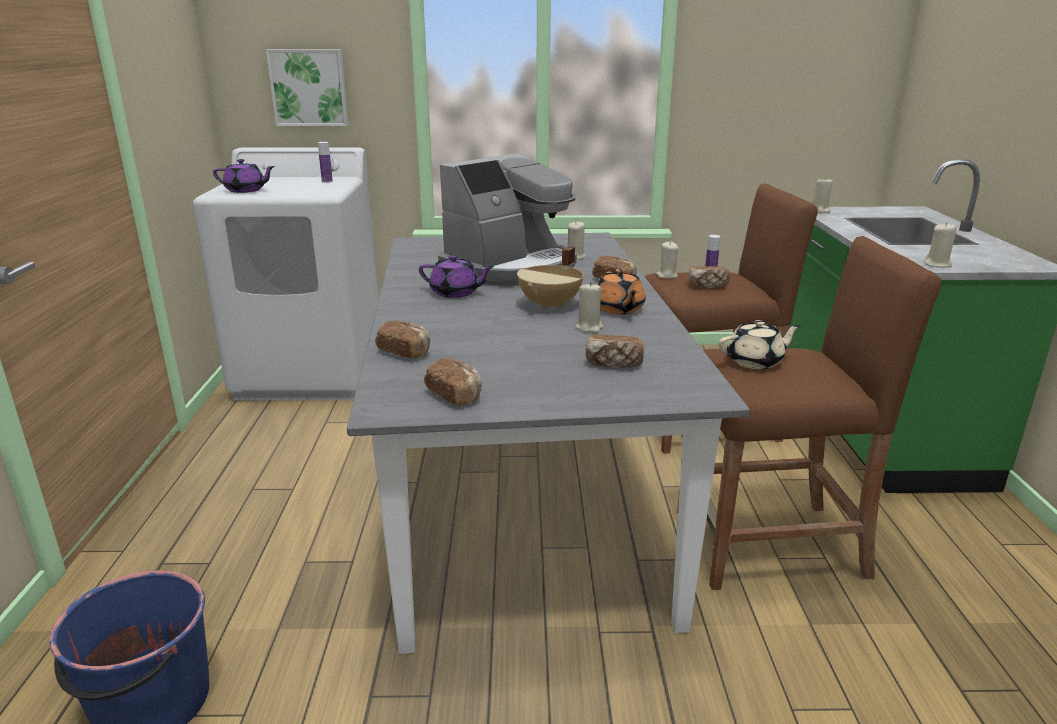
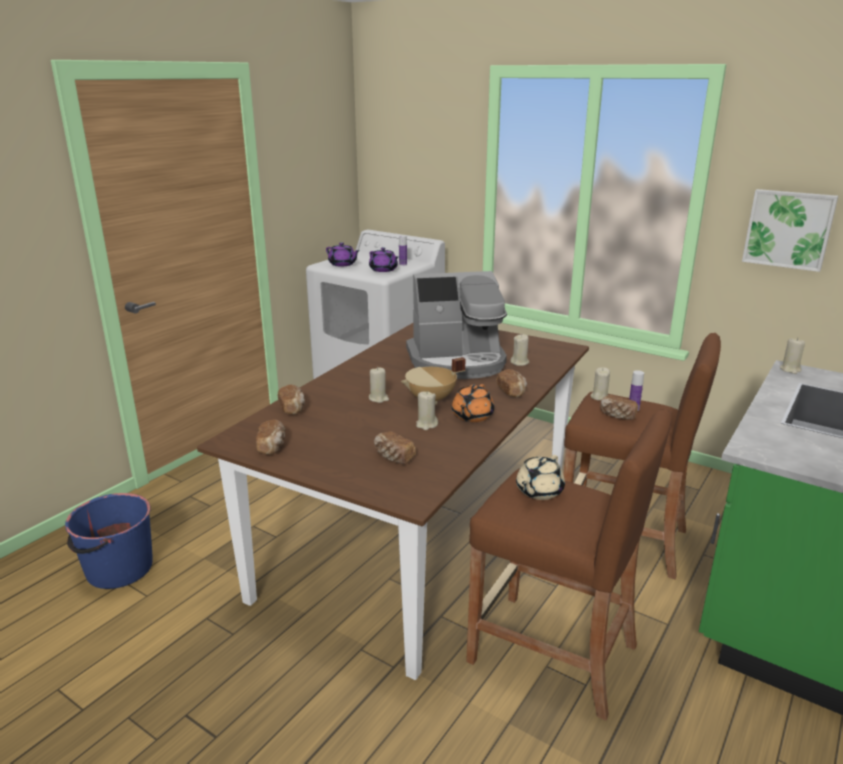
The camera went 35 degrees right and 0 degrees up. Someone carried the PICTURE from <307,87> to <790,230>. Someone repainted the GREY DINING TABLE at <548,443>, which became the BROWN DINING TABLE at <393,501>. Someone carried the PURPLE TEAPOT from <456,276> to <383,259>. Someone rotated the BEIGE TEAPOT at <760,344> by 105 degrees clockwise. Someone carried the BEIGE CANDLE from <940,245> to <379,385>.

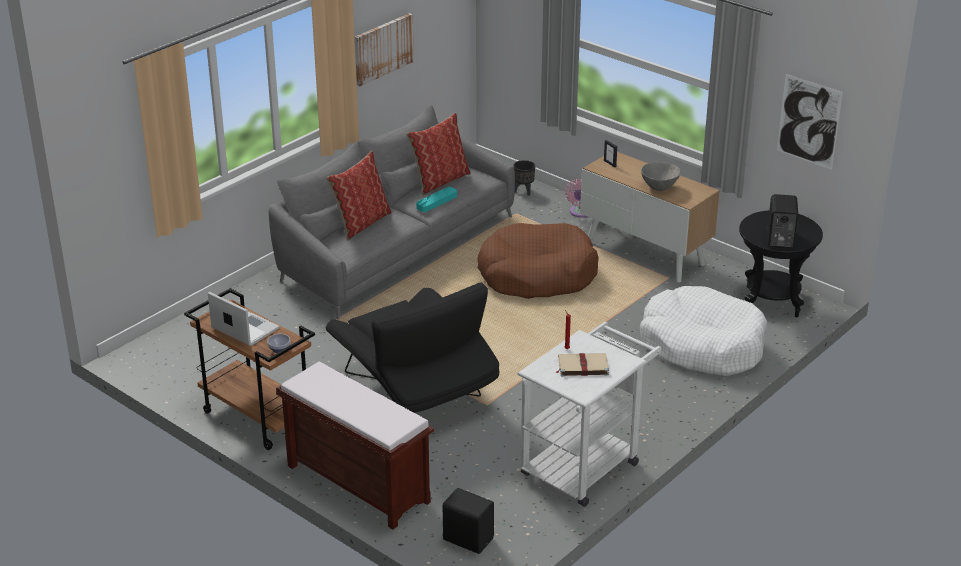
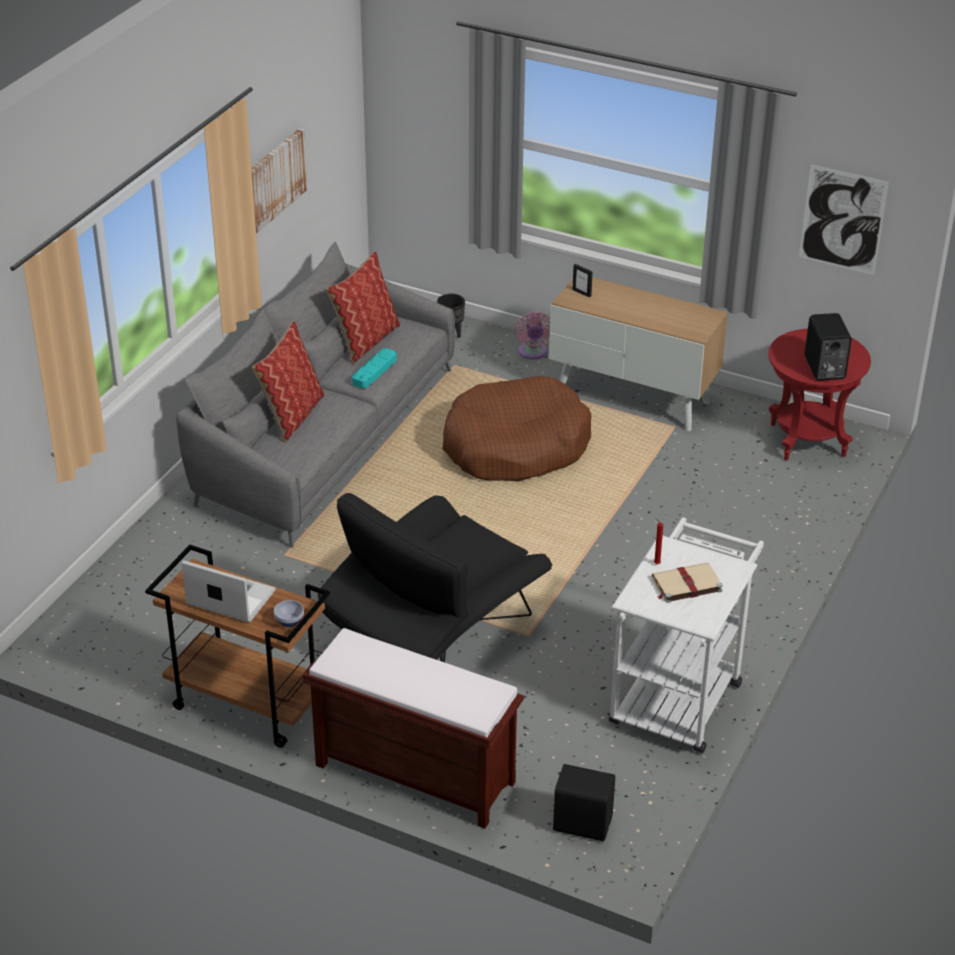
The camera went 15 degrees left and 5 degrees up. Someone rotated the BLACK ARMCHAIR at <412,348> by 90 degrees clockwise. Someone took away the WHITE DOG BED at <703,331>. Someone took away the GREY BOWL at <661,176>. Someone repainted the BLACK SIDE TABLE at <781,263>, which became the RED SIDE TABLE at <819,394>.

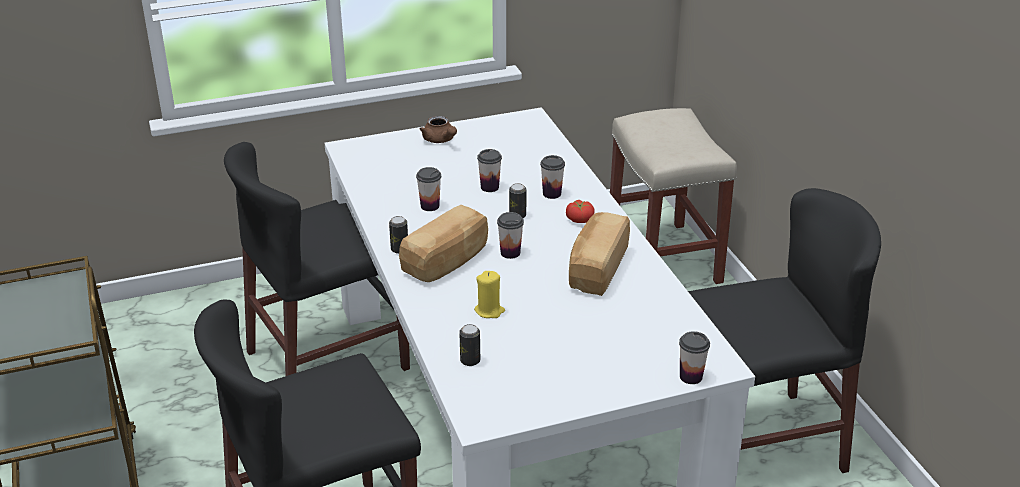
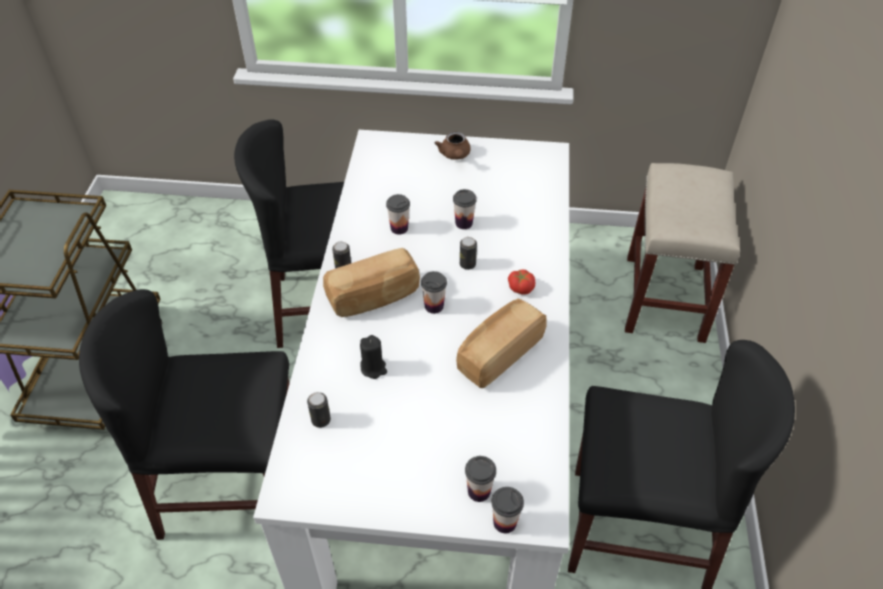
The camera went 25 degrees right and 15 degrees up. Someone repainted the YELLOW CANDLE at <489,294>, which became the BLACK CANDLE at <373,357>. Someone carried the CUP from <552,177> to <480,479>.

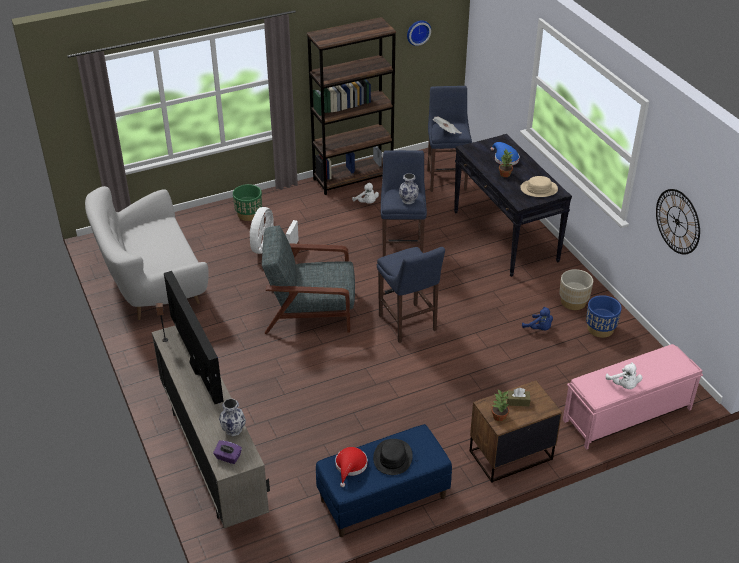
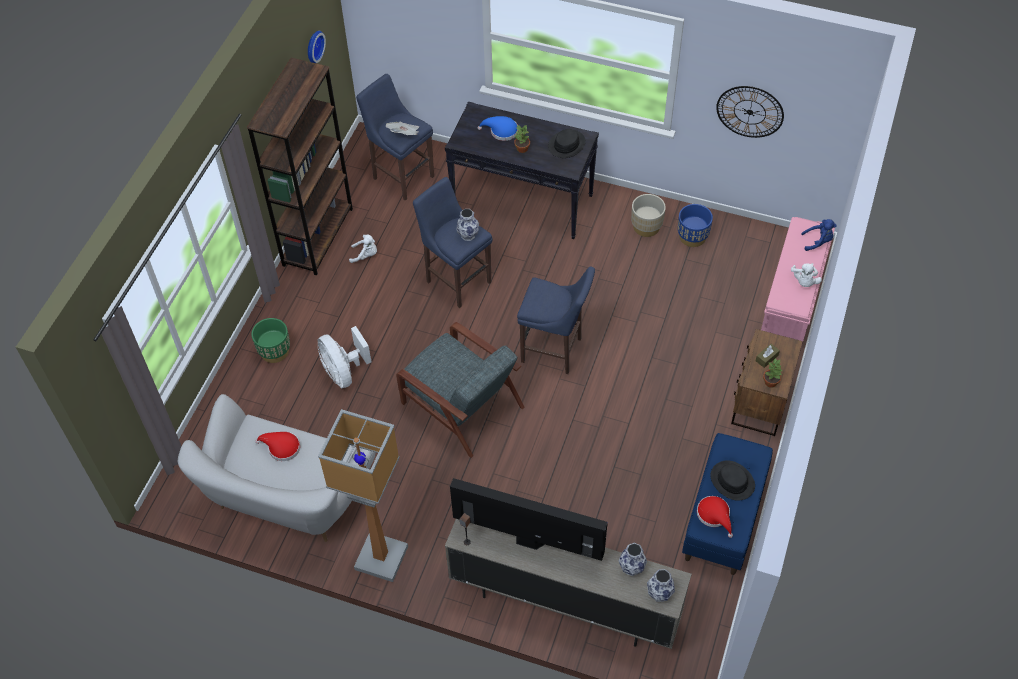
The camera went 45 degrees left and 15 degrees up. Someone swapped the PURPLE TISSUE BOX at <227,452> for the VASE at <661,585>. Someone rotated the GREY ARMCHAIR at <308,279> by 90 degrees counterclockwise. Someone repainted the BEIGE HAT at <539,186>, which became the BLACK HAT at <567,143>. Someone carried the BLUE PLUSH TOY from <537,318> to <819,235>. Someone rotated the WHITE PLUSH TOY at <624,375> by 75 degrees clockwise. Someone put down the RED HAT at <277,446>. Someone put down the FLOOR LAMP at <363,495>.

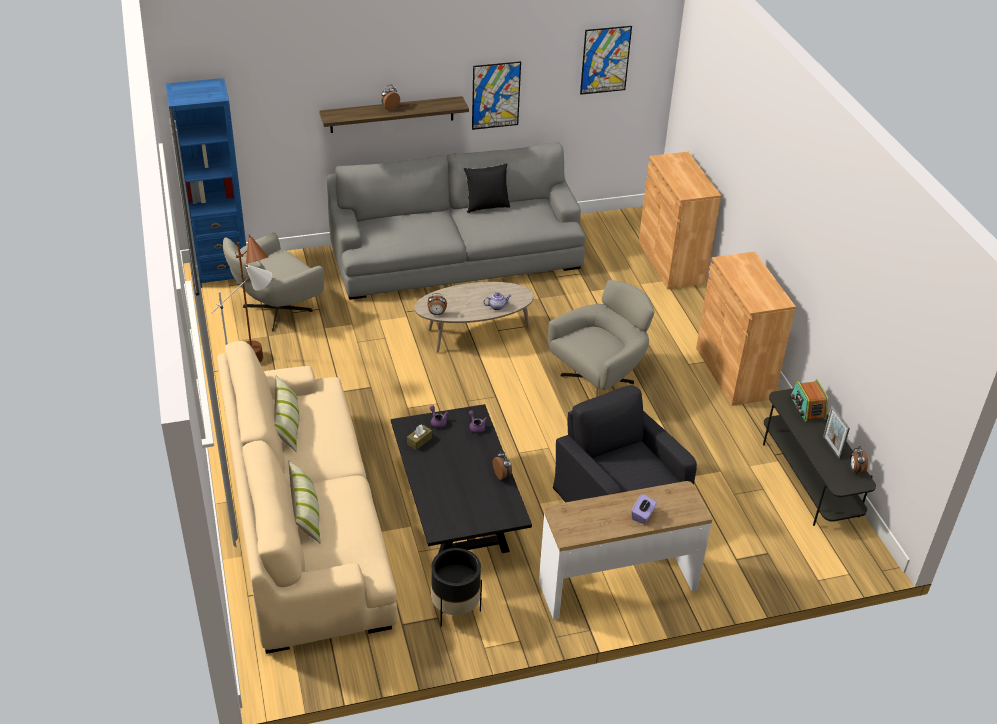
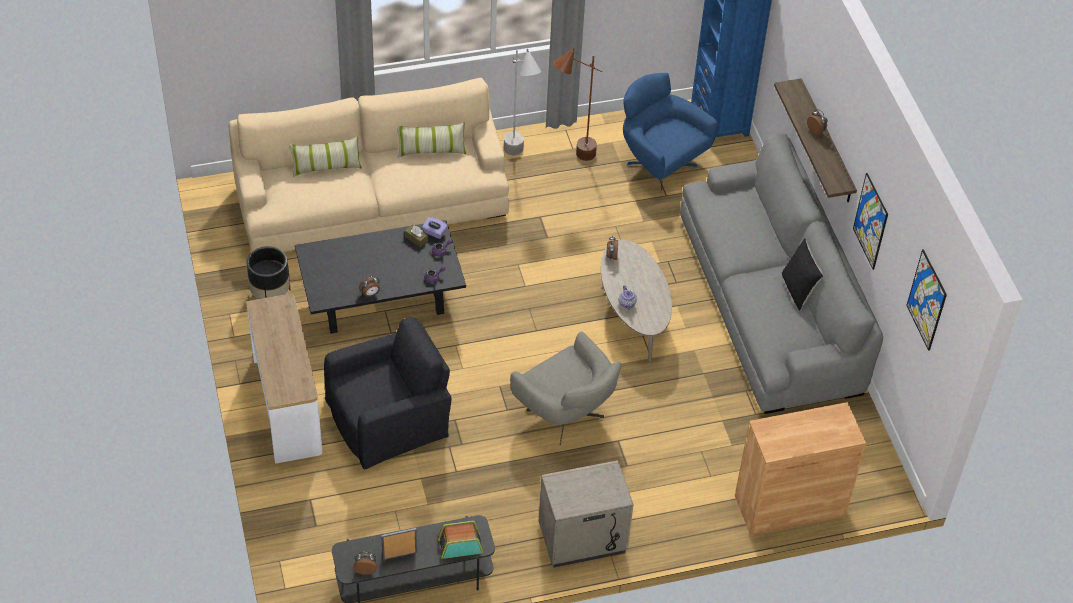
The camera went 90 degrees right and 10 degrees up. Someone repainted the GREY ARMCHAIR at <273,282>, which became the BLUE ARMCHAIR at <670,132>. Someone carried the PURPLE TISSUE BOX from <644,509> to <435,228>. Someone swapped the BROWN CABINET at <746,328> for the BEIGE NIGHTSTAND at <586,514>.

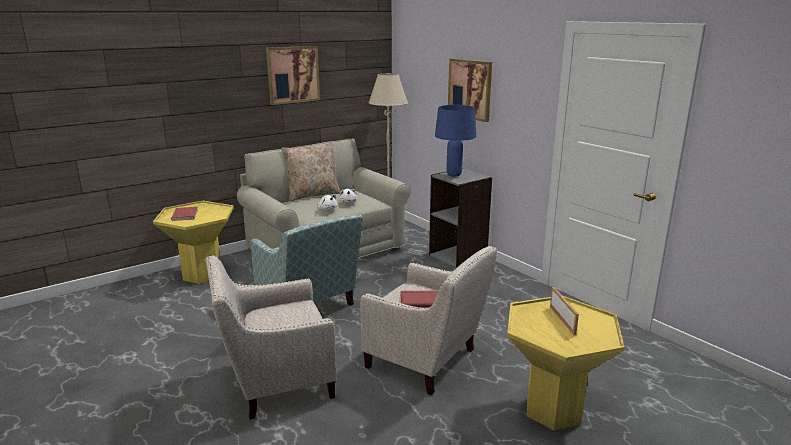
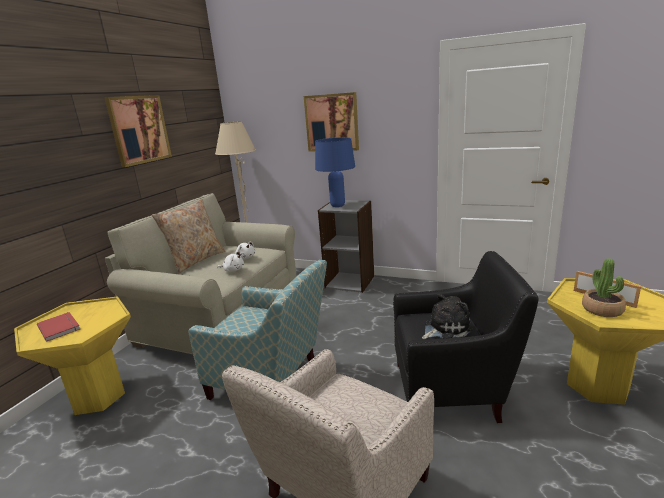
The camera went 30 degrees left and 0 degrees up. Someone repainted the BEIGE ARMCHAIR at <428,321>, which became the BLACK ARMCHAIR at <465,337>. Someone swapped the RED BOOK at <419,299> for the PLUSH TOY at <447,316>. Someone put down the POTTED PLANT at <604,287>.

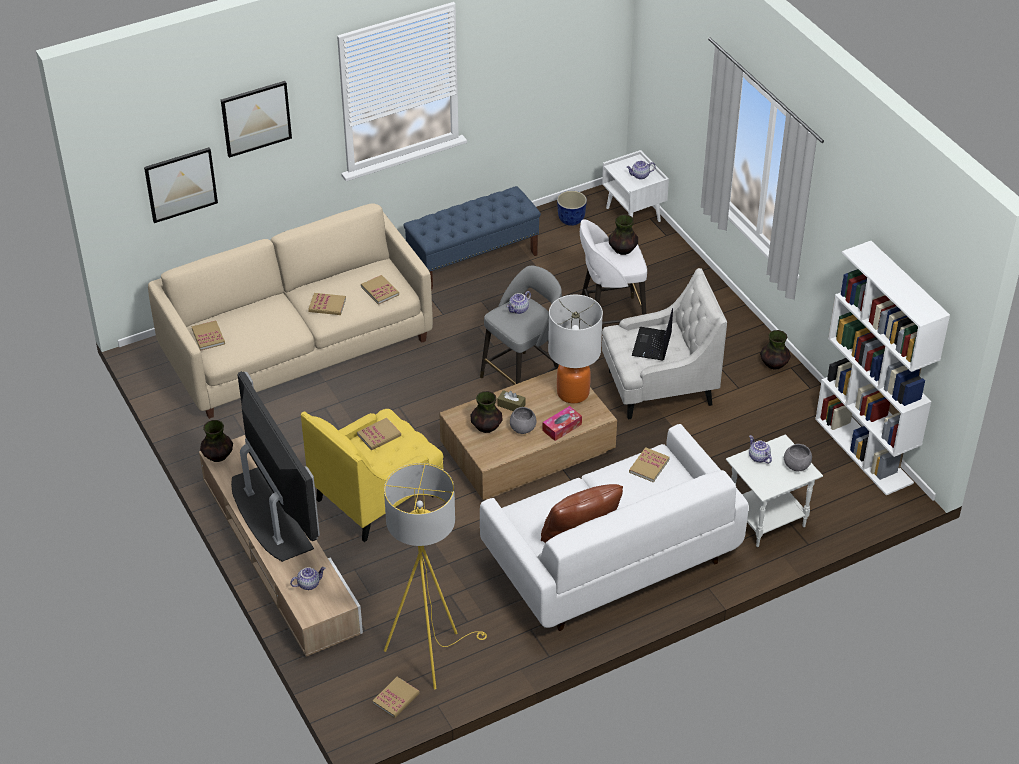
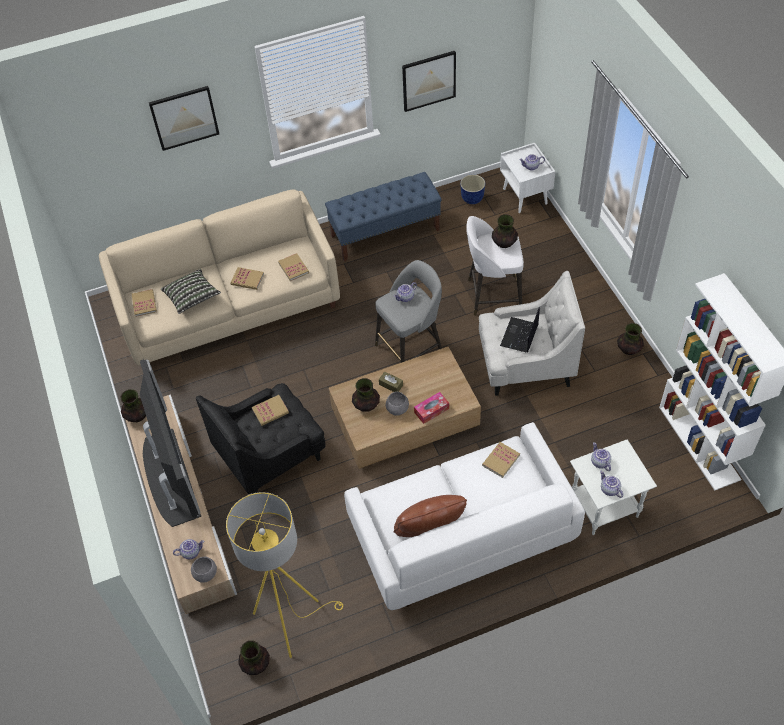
The camera went 10 degrees right and 10 degrees up. Someone carried the PICTURE from <181,185> to <429,81>. Someone repainted the YELLOW ARMCHAIR at <372,475>, which became the BLACK ARMCHAIR at <261,438>. Someone swapped the BOOK at <396,697> for the VASE at <254,657>. Someone took away the TABLE LAMP at <575,349>. Someone carried the GREY BOWL from <798,457> to <204,570>. Someone put down the PILLOW at <191,291>. Someone put down the TEAPOT at <611,484>.

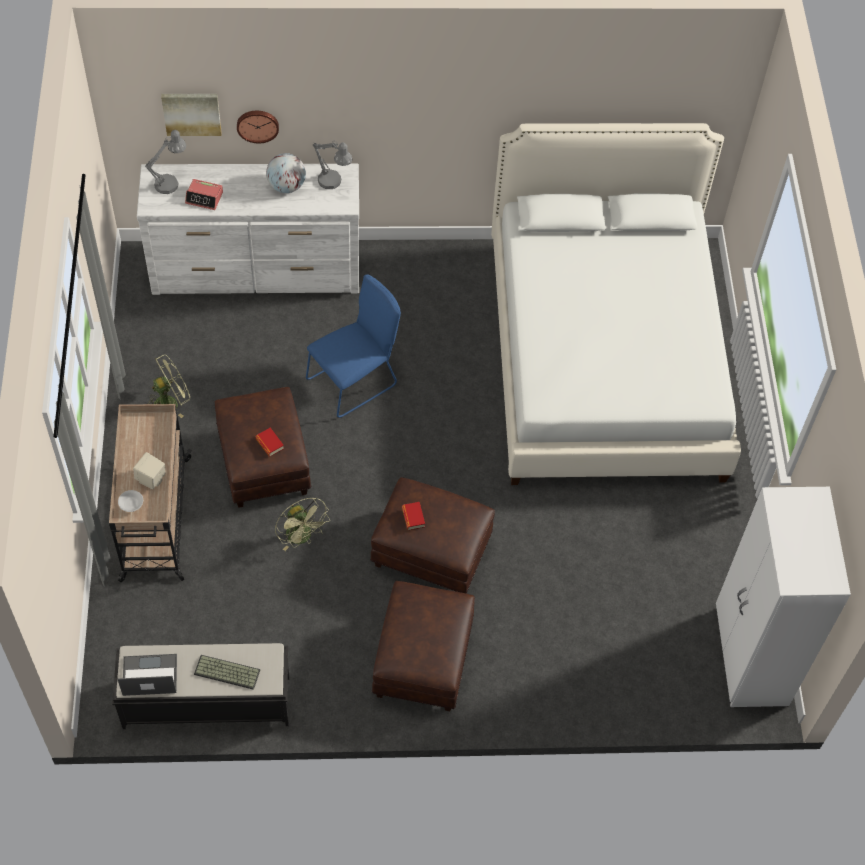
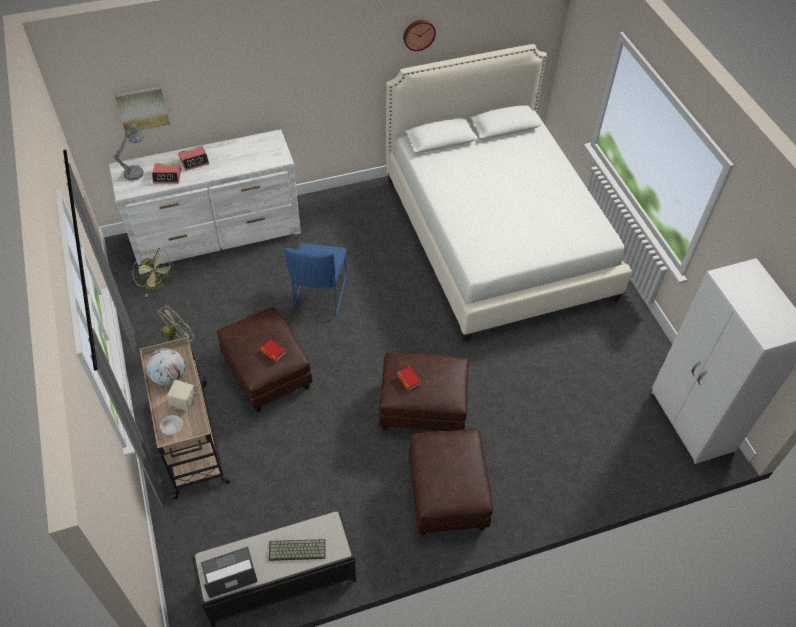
The camera went 15 degrees left and 5 degrees down. Someone carried the WALL CLOCK from <258,127> to <419,35>. Someone carried the GLOBE from <286,173> to <165,366>. Someone carried the GREEN FAN from <302,524> to <153,272>. Someone rotated the BLUE CHAIR at <353,346> by 150 degrees clockwise. Someone took away the GREY TABLE LAMP at <332,165>. Someone put down the ALARM CLOCK at <194,158>.

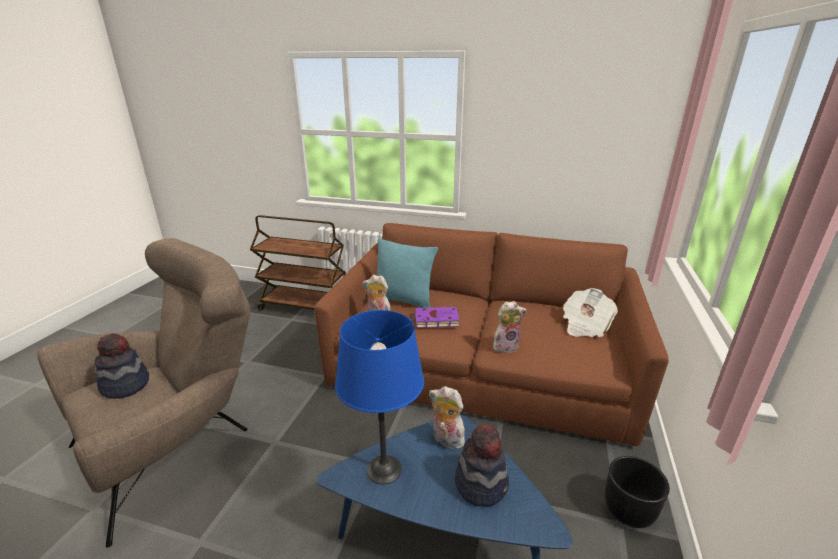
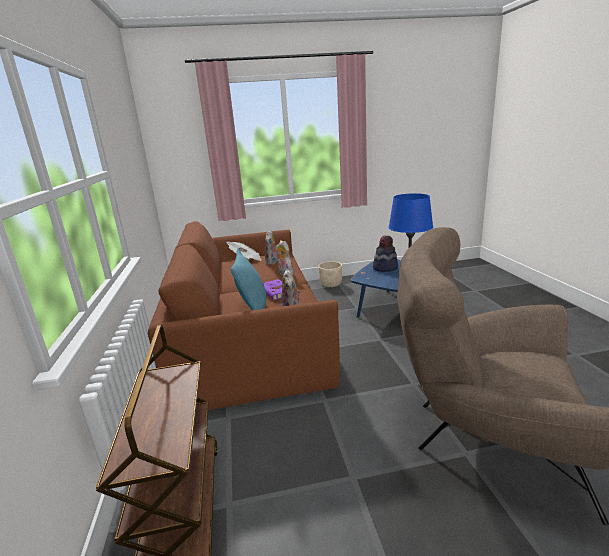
The camera went 115 degrees left and 5 degrees down. Someone took away the HAT at <122,366>. Someone carried the PLUSH TOY from <447,417> to <271,247>. Someone repainted the BLACK PLANTER at <637,492>, which became the BEIGE PLANTER at <330,274>.

